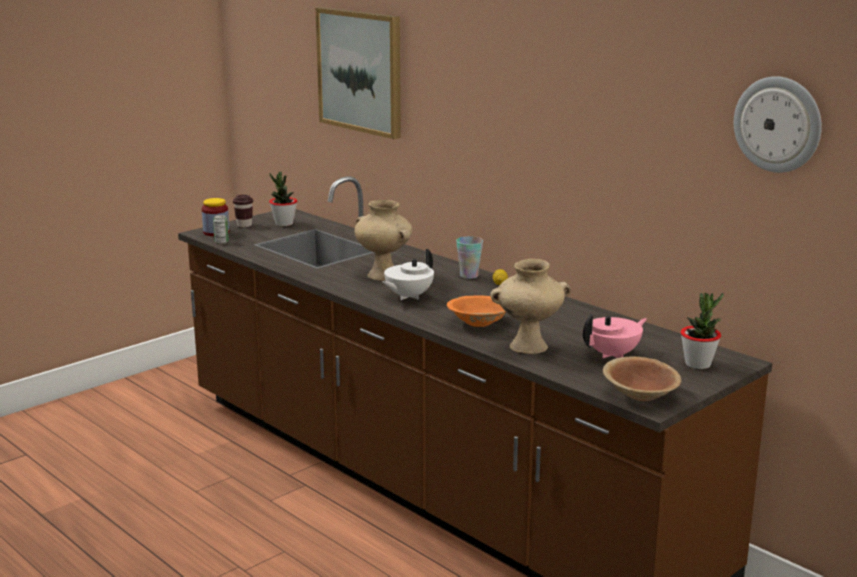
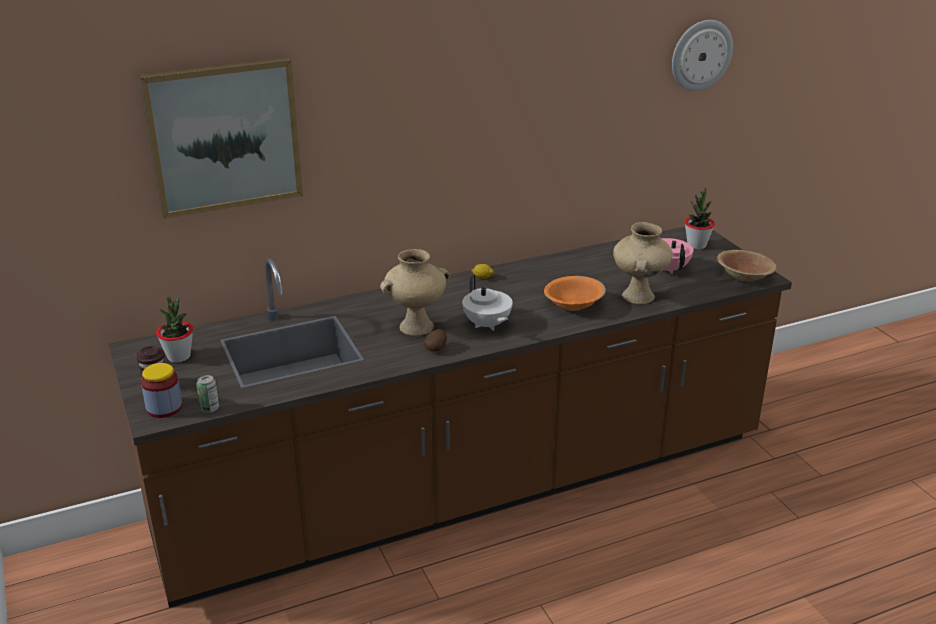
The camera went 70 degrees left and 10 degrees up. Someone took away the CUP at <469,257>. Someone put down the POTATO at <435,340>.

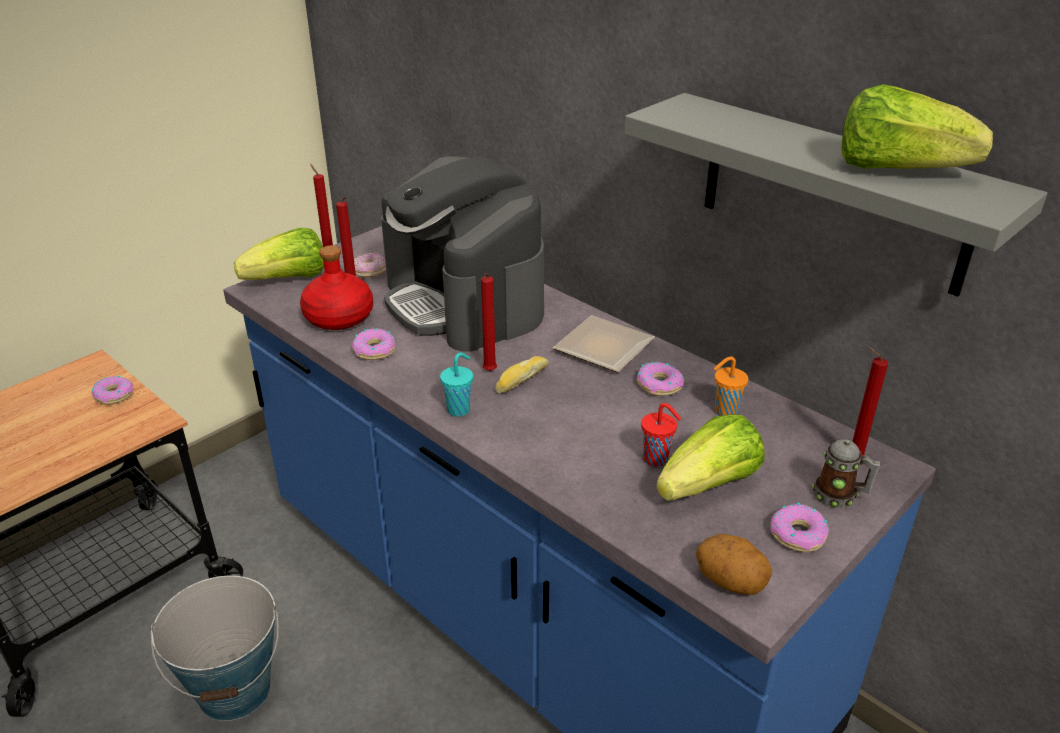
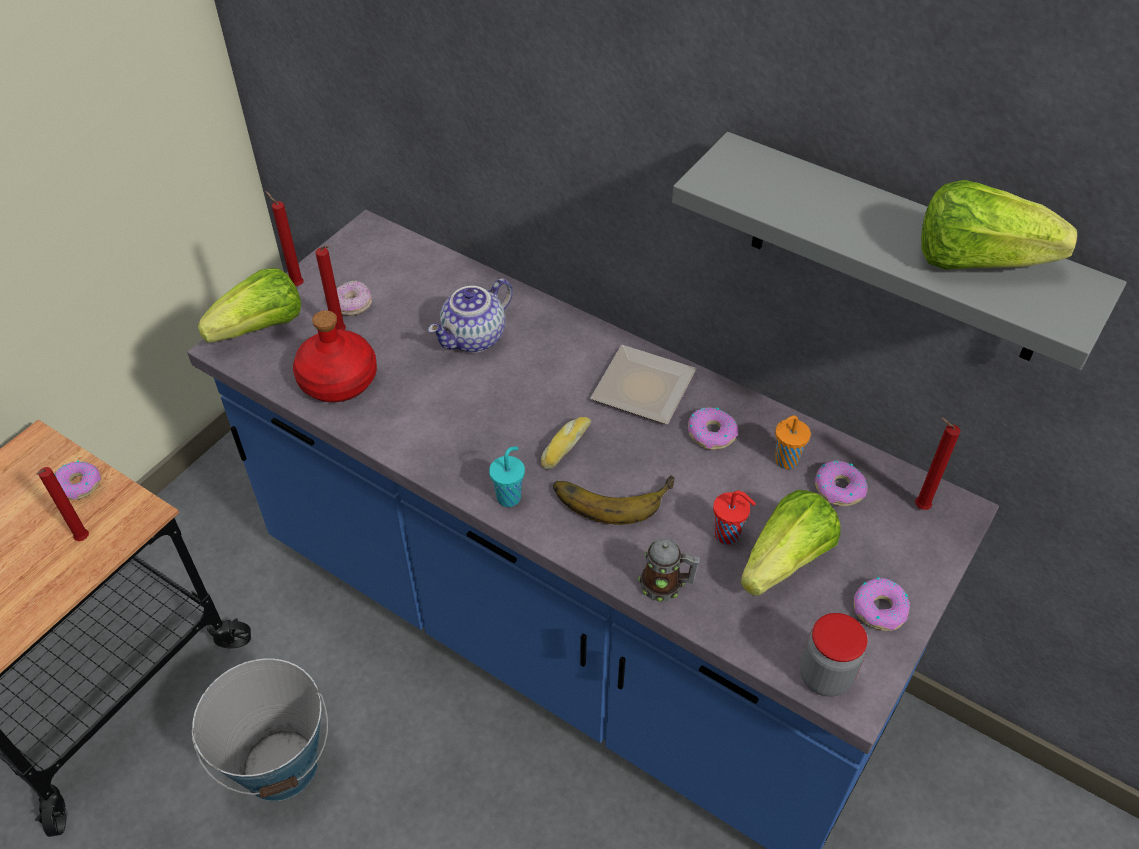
The camera went 10 degrees left and 15 degrees up. Someone carried the DONUT from <373,344> to <841,483>. Someone swapped the COFFEE MACHINE at <462,254> for the TEAPOT at <470,315>. Someone carried the RED CANDLE from <489,322> to <62,504>. Someone swapped the POTATO at <734,564> for the JAR at <833,655>. Someone carried the MUG from <846,473> to <669,570>. Someone put down the BANANA at <614,500>.

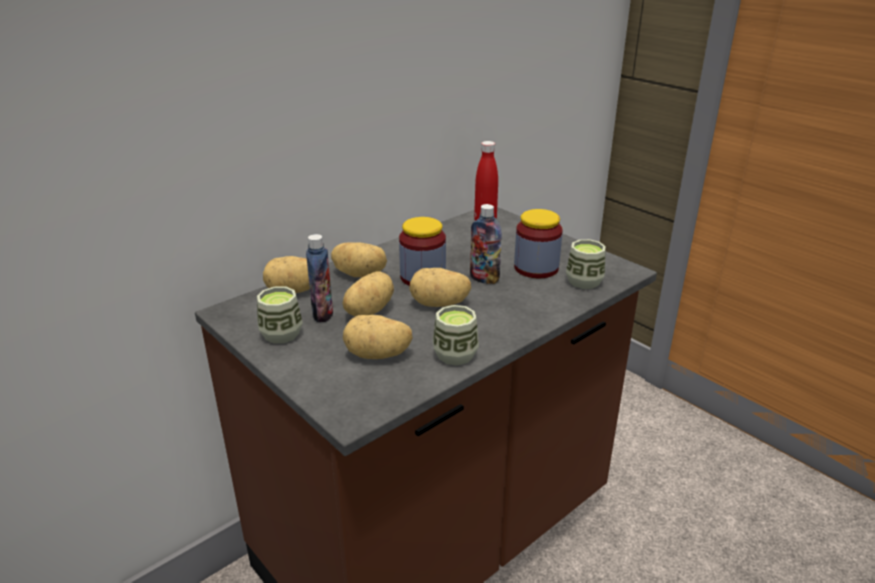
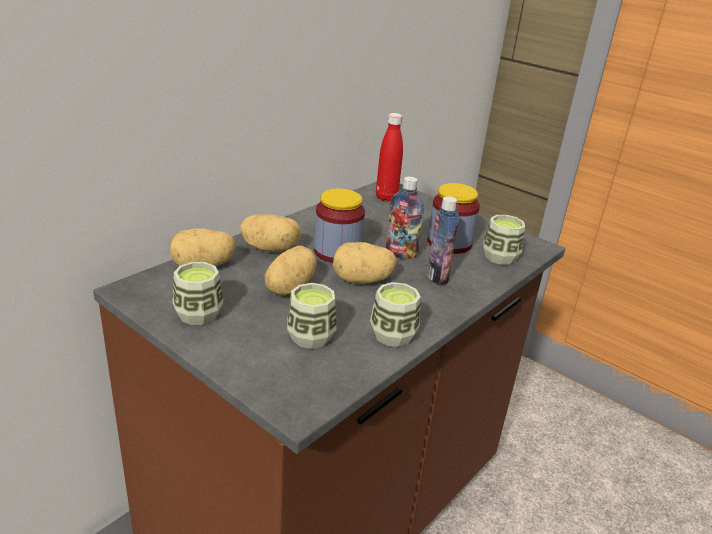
The camera went 10 degrees left and 0 degrees up. Someone carried the BOTTLE from <319,278> to <443,240>. Someone swapped the POTATO at <378,337> for the CUP at <311,316>.

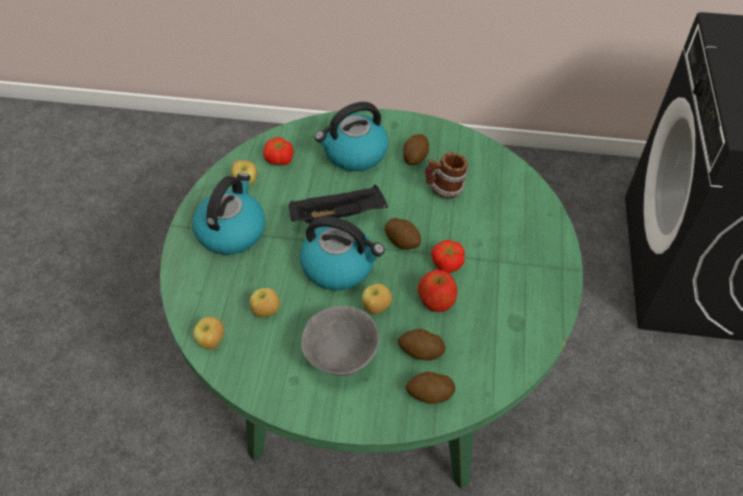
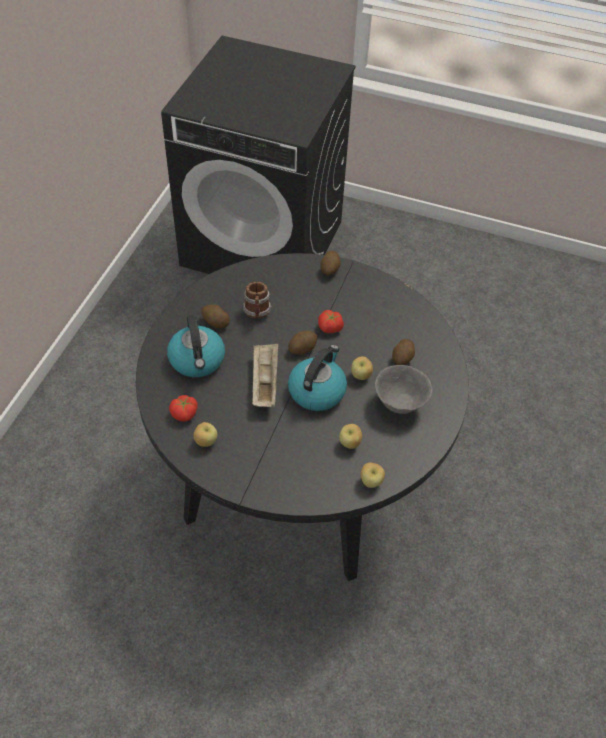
The camera went 80 degrees left and 0 degrees up. Someone repainted the GREEN DINING TABLE at <371,299>, which became the BLACK DINING TABLE at <302,417>. Someone took away the KETTLE at <228,214>. Someone repainted the BLACK TRAY at <338,204>, which became the BEIGE TRAY at <265,375>. Someone carried the POTATO from <430,388> to <330,263>. Someone took away the APPLE at <437,290>.

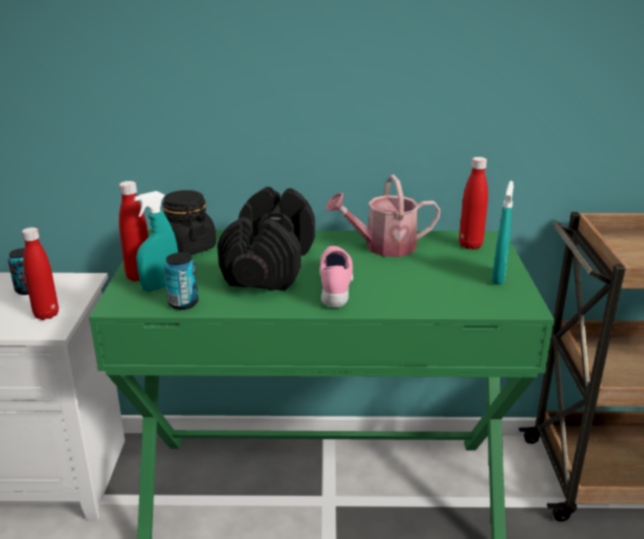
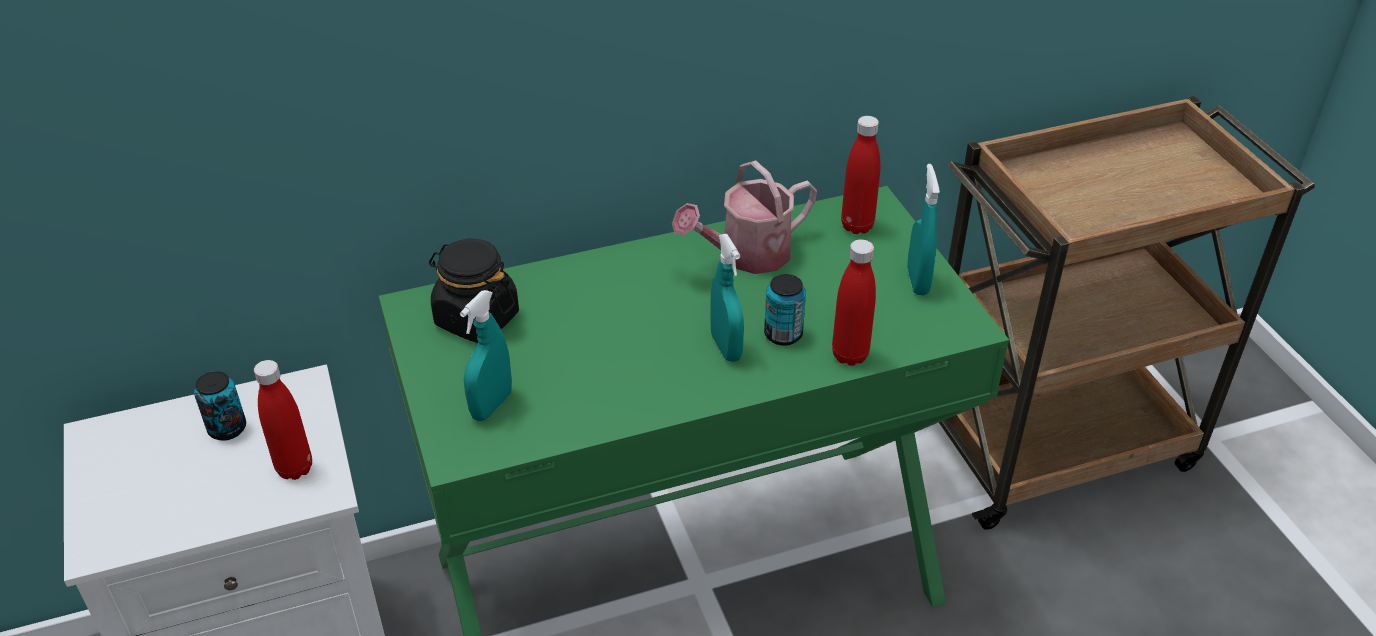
The camera went 20 degrees left and 15 degrees up. Someone carried the RED BOTTLE from <133,231> to <854,302>. Someone carried the CAN from <181,281> to <785,310>. Someone took away the BLACK DUMBBELL at <266,239>. Someone swapped the PINK SHOE at <336,276> for the TURQUOISE SPRAY BOTTLE at <727,298>.

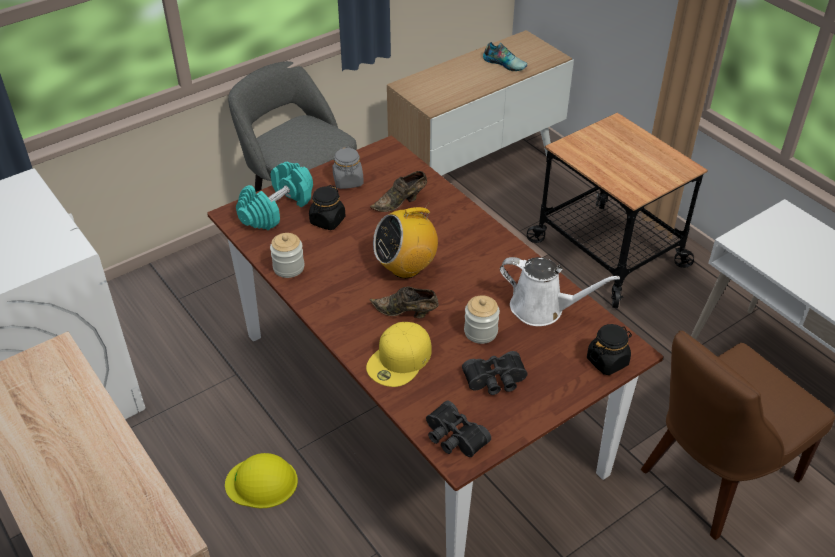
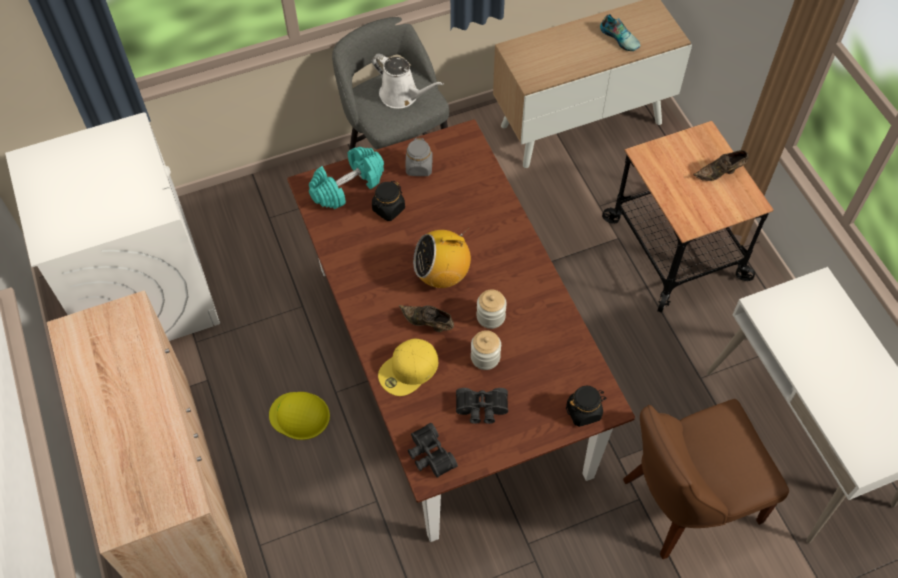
The camera went 15 degrees right and 15 degrees up. Someone carried the JAR from <287,255> to <492,309>. Someone carried the BROWN SHOE from <398,191> to <721,165>. Someone carried the WHITE WATERING CAN from <560,291> to <407,81>.

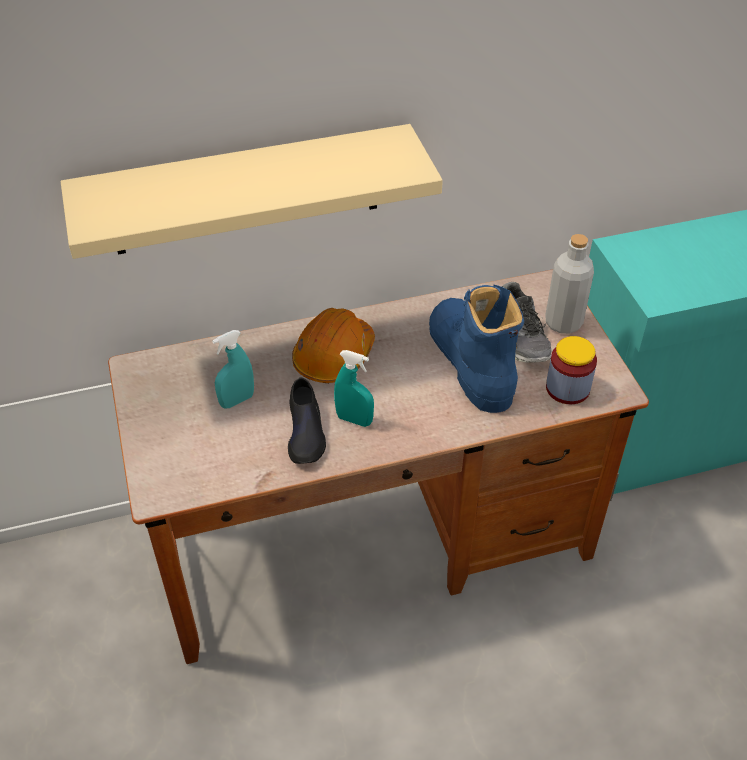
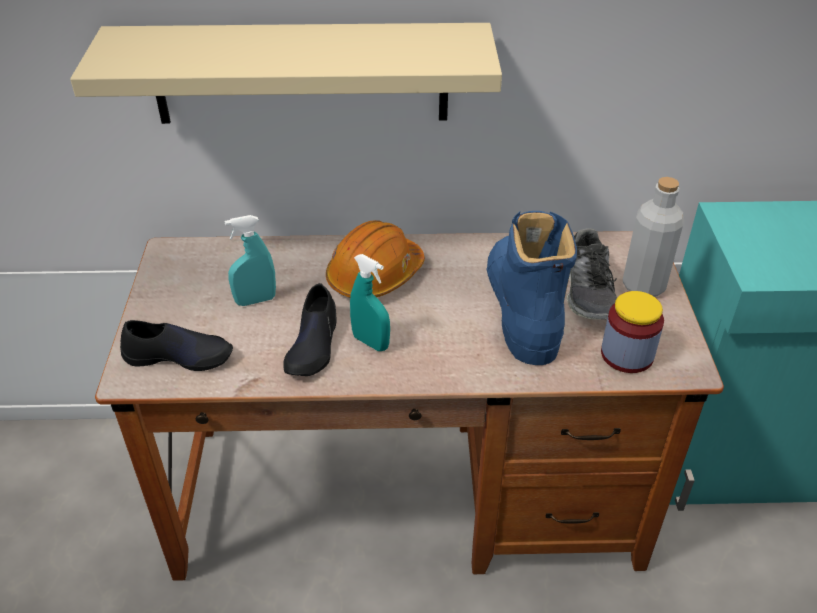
The camera went 15 degrees right and 5 degrees down. Someone put down the BLACK SHOE at <176,345>.

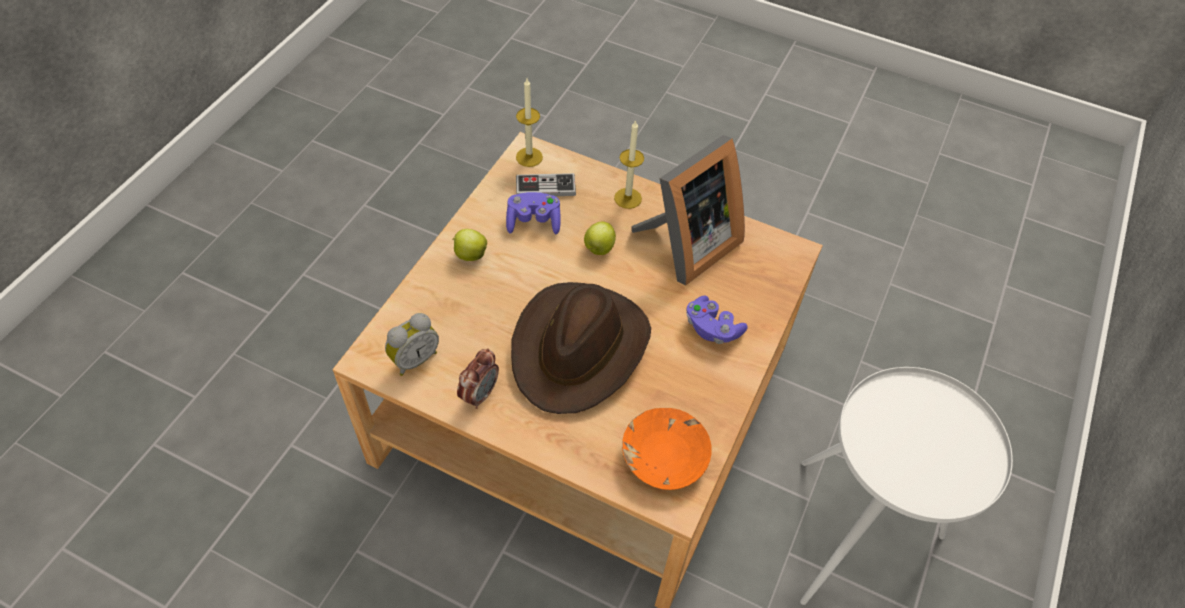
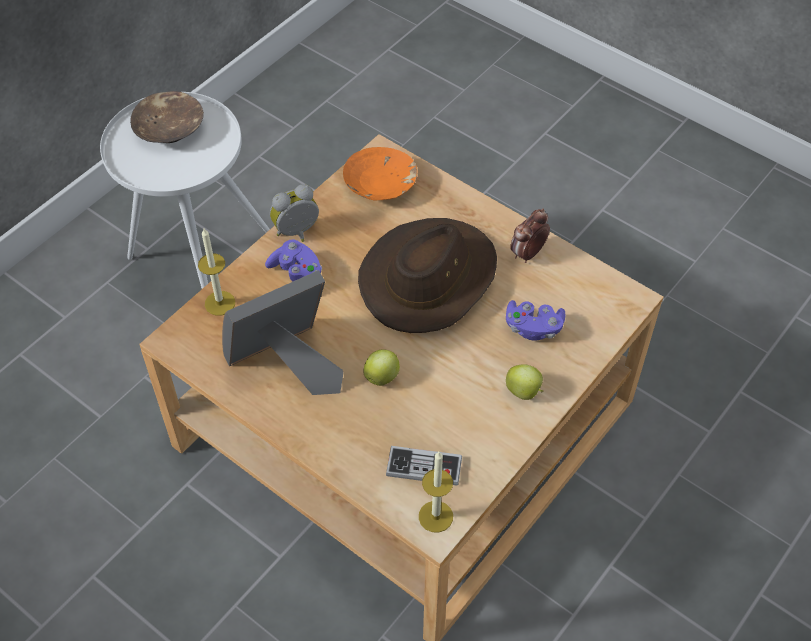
The camera went 165 degrees left and 0 degrees up. Someone carried the ALARM CLOCK from <412,344> to <294,213>. Someone carried the PURPLE GAME CONTROLLER from <533,213> to <535,320>. Someone carried the CANDLE from <629,164> to <216,272>. Someone put down the BROWN BOWL at <167,117>.

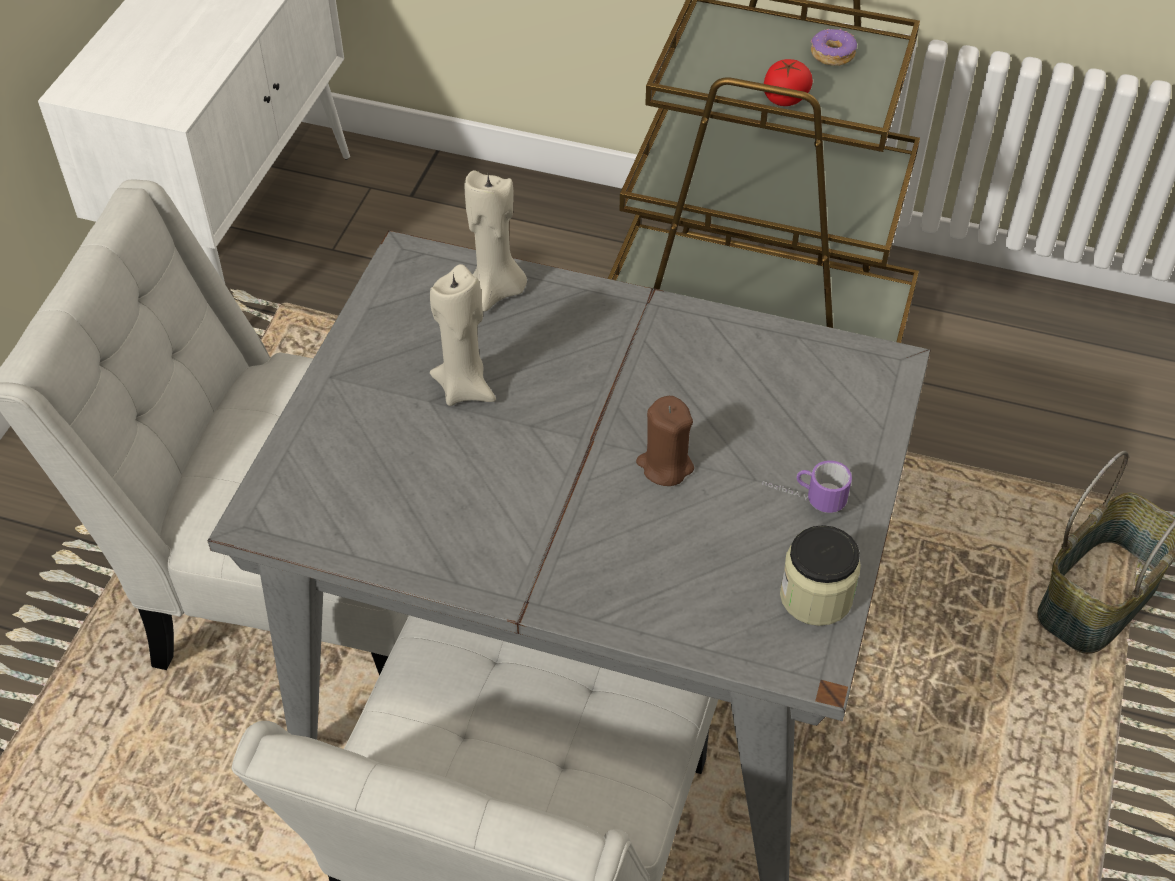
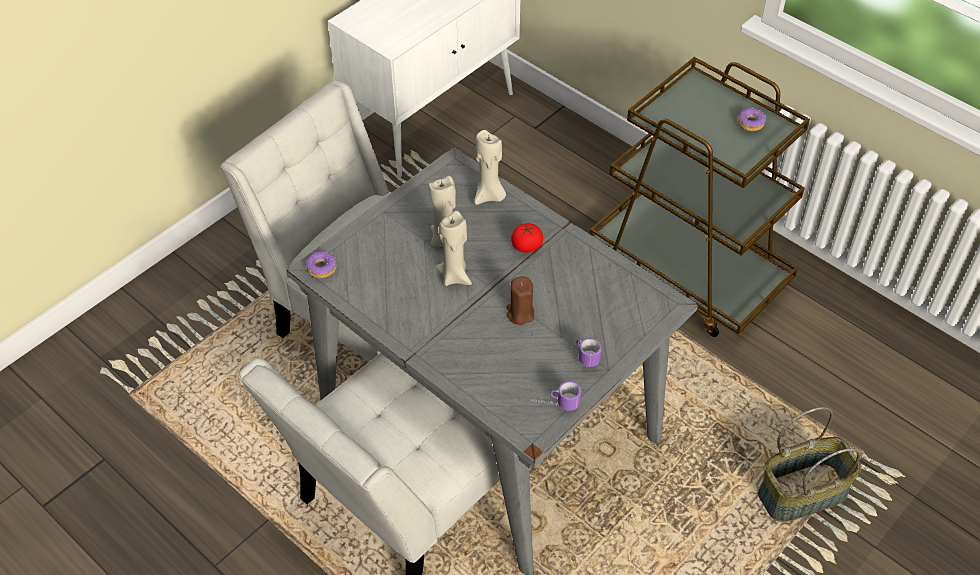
The camera went 25 degrees right and 0 degrees up. Someone carried the TOMATO from <788,82> to <527,238>. Someone swapped the JAR at <820,575> for the MUG at <556,396>. Someone put down the DONUT at <321,264>. Someone put down the BEIGE CANDLE at <454,248>.

